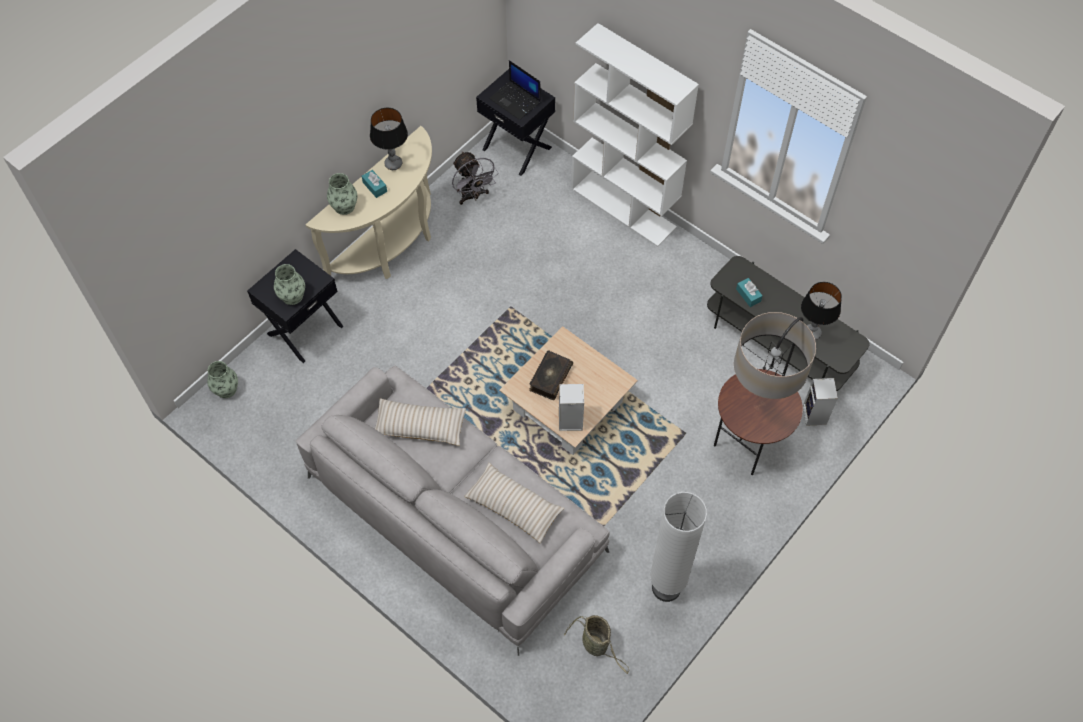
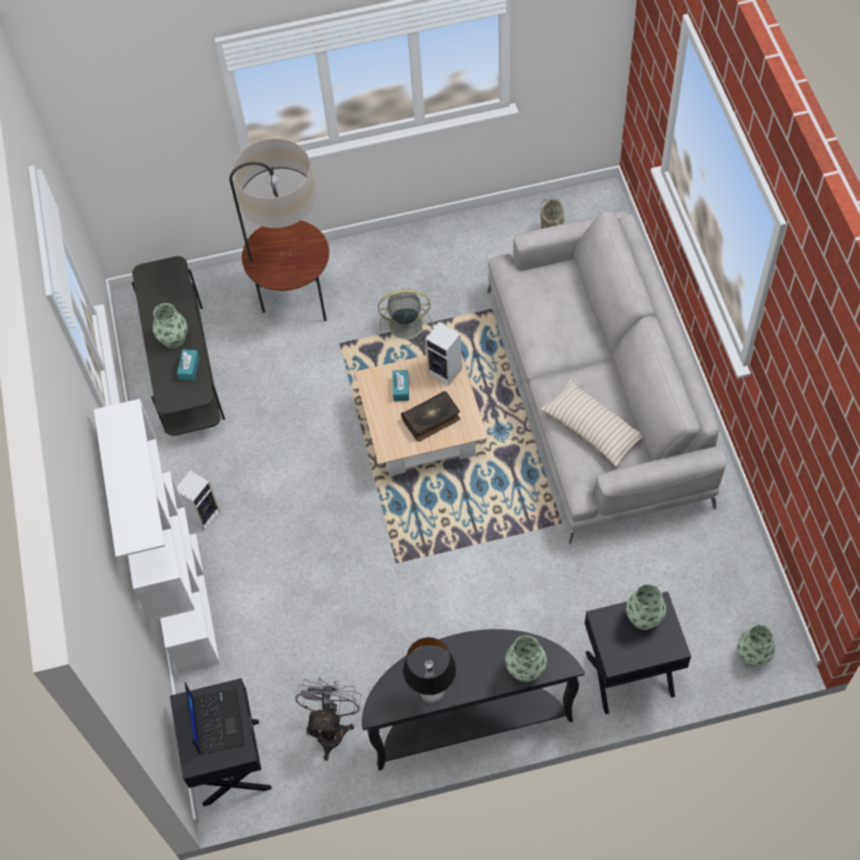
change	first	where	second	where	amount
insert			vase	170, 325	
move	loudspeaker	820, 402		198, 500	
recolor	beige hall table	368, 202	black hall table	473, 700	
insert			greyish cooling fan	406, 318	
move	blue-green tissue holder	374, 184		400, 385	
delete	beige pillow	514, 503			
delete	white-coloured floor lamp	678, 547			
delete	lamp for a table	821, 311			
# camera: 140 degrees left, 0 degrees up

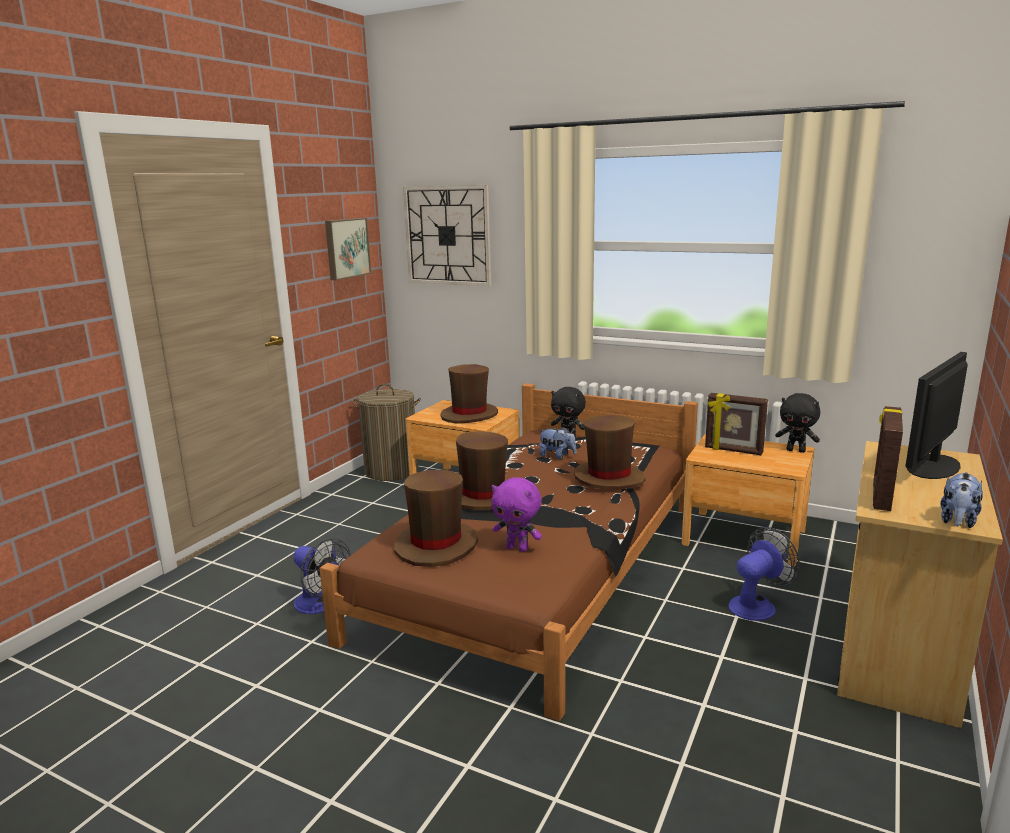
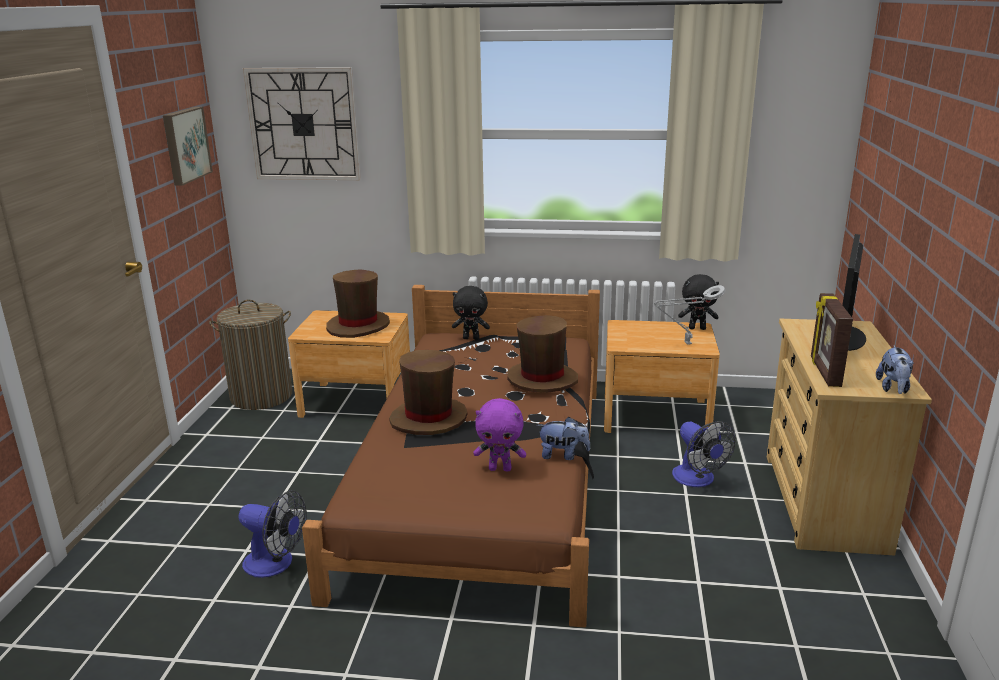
change	first	where	second	where	amount
move	soft toy	557, 442		563, 438	
insert			greyish lamp for a table	689, 315	
rotate	cooling fan	764, 574		704, 454	120 degrees clockwise
delete	brown wearable hat	436, 518			
delete	picture frame	736, 424			
# camera: 20 degrees left, 5 degrees up

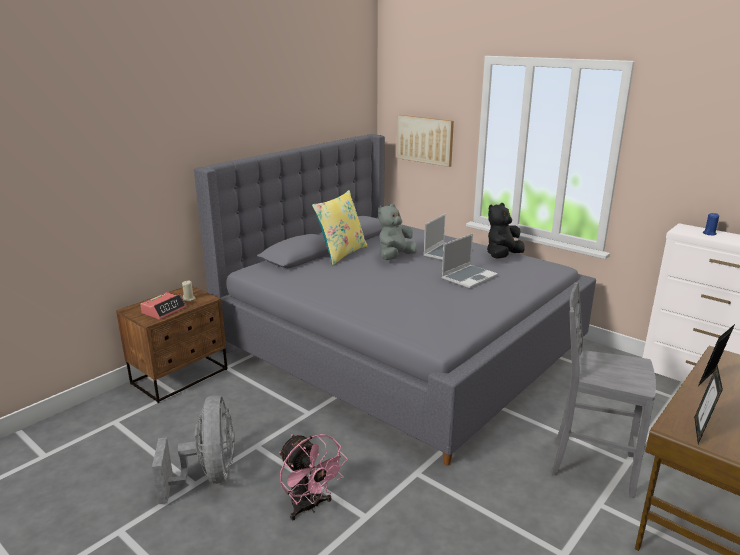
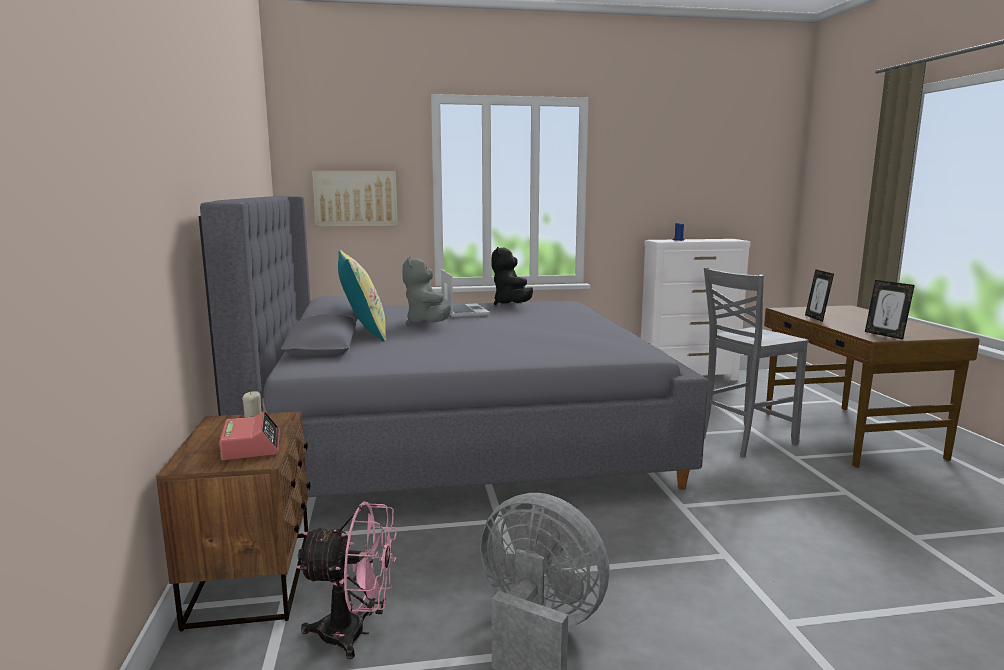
change	first	where	second	where	amount
move	pinkish cooling fan	313, 477		346, 580	
delete	laptop	470, 261			
# camera: 50 degrees left, 10 degrees down

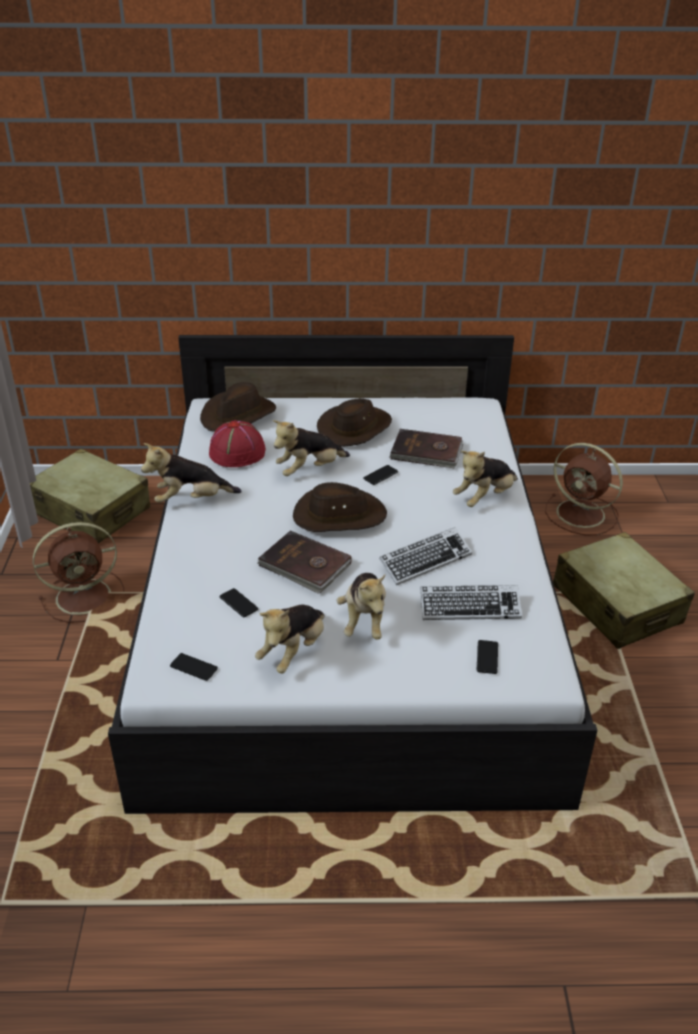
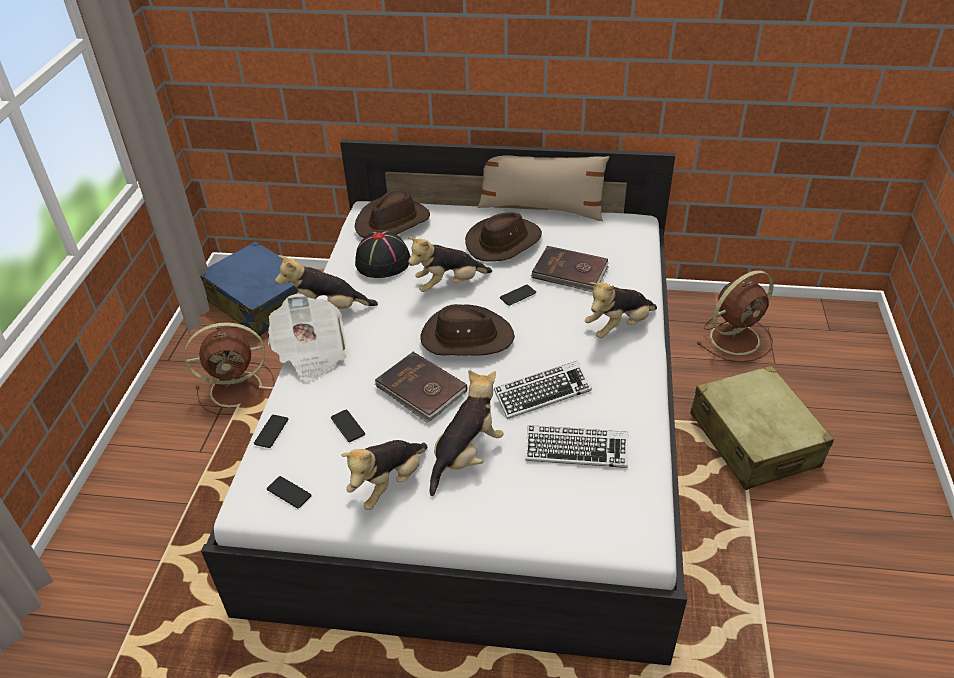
change	first	where	second	where	amount
recolor	beige travel case	90, 496	bluish travel case	249, 288	
move	phone	487, 657		271, 431	
insert			daily paper	307, 337	
recolor	reddish wearable hat	237, 443	black wearable hat	382, 254	
rotate	soft toy	361, 606		467, 433	150 degrees counterclockwise
insert			beige pillow	543, 188	
rotate	brown cooling fan	584, 489		735, 316	75 degrees counterclockwise
# camera: 10 degrees right, 5 degrees up

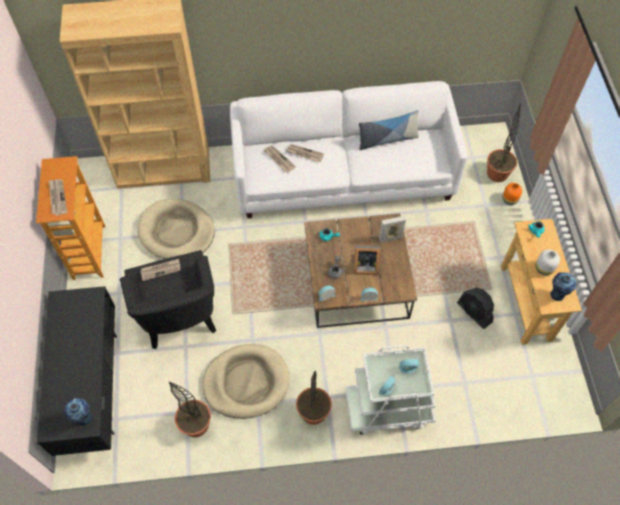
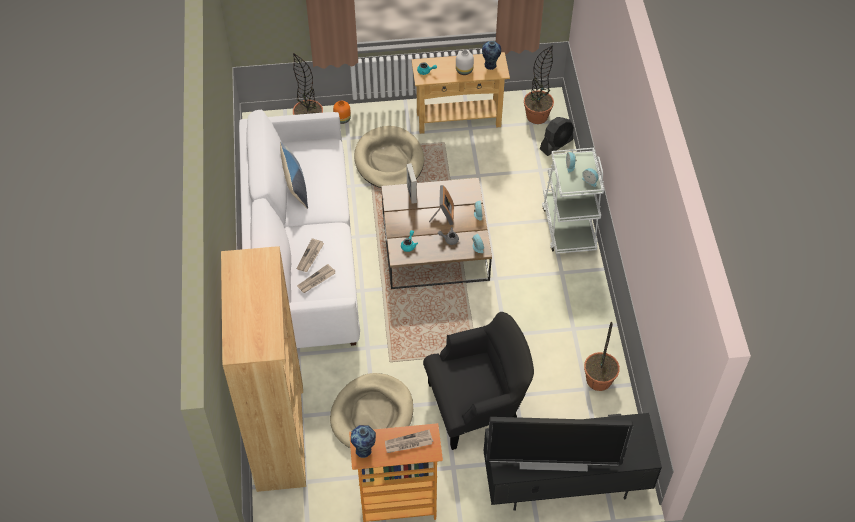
change	first	where	second	where	amount
move	vase	78, 412		363, 441	
move	beige pet bed	246, 381		389, 157	
insert			TV	559, 444	
move	houseplant	314, 398		539, 84	
move	black cooling fan	475, 308		557, 136	
delete	daily paper	160, 270			
# camera: 90 degrees left, 5 degrees down

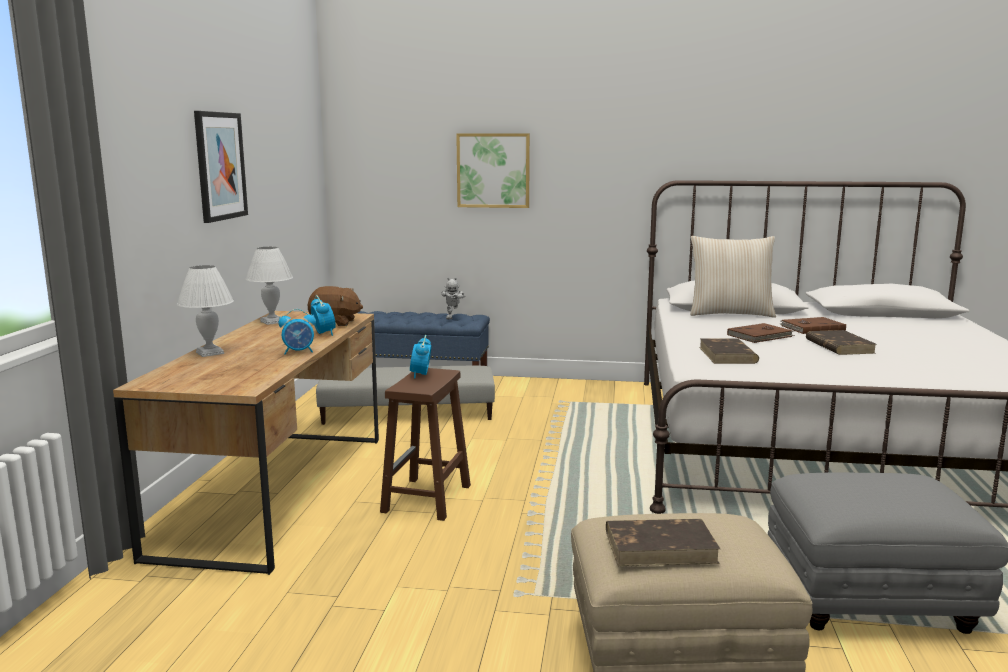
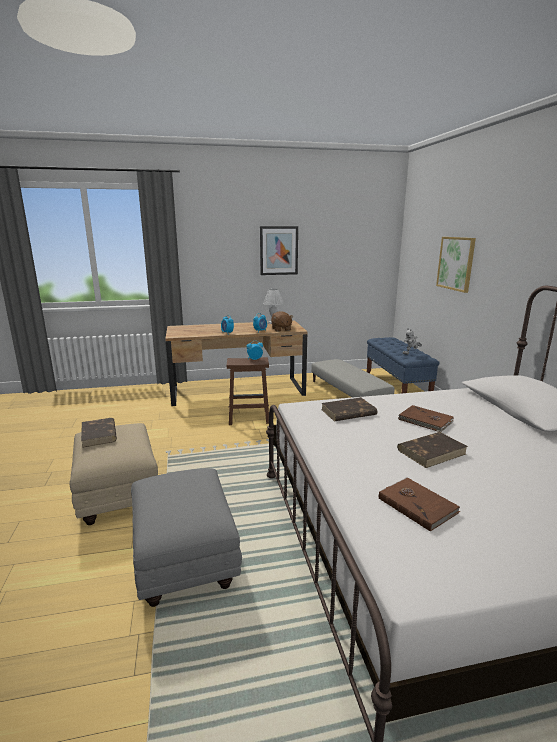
change	first	where	second	where	amount
move	brown bound book	812, 325		419, 504	
delete	white-coloured lamp for a table	205, 311			
delete	beige pillow	733, 277			
# camera: 70 degrees right, 5 degrees up

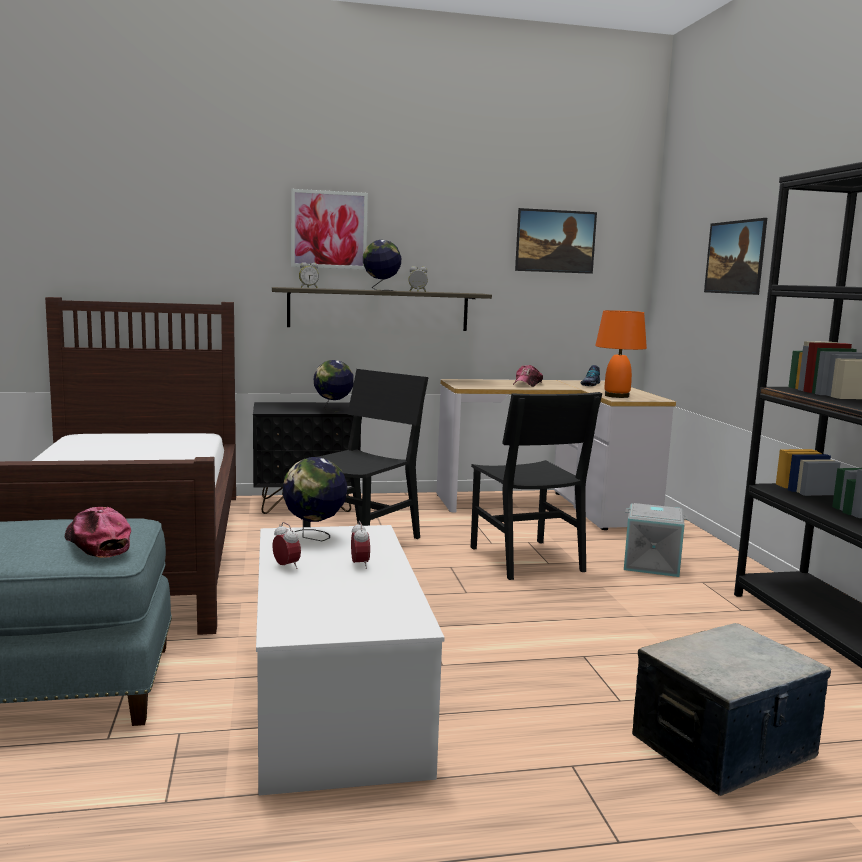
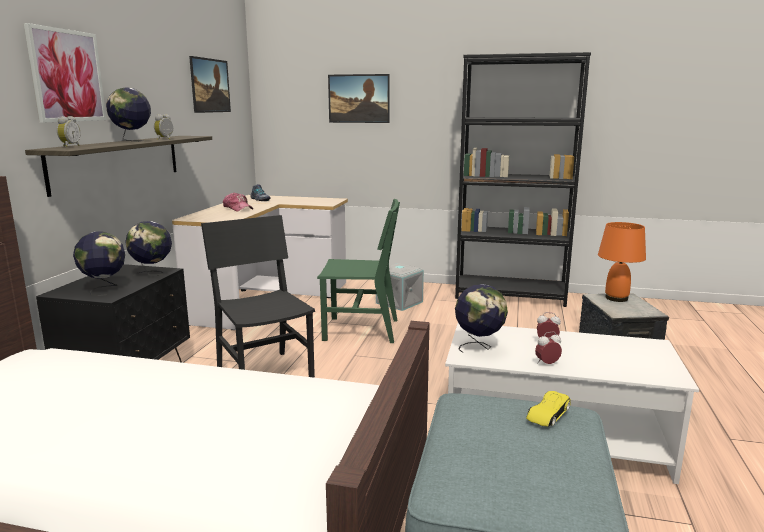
change	first	where	second	where	amount
insert			desk globe	99, 263	
recolor	black plain chair	536, 486	green plain chair	358, 271	
replace	baseball cap	98, 532	yellowish miniature car	548, 409	
move	orangey lamp for a table	621, 354		622, 262	
# camera: 65 degrees left, 5 degrees up

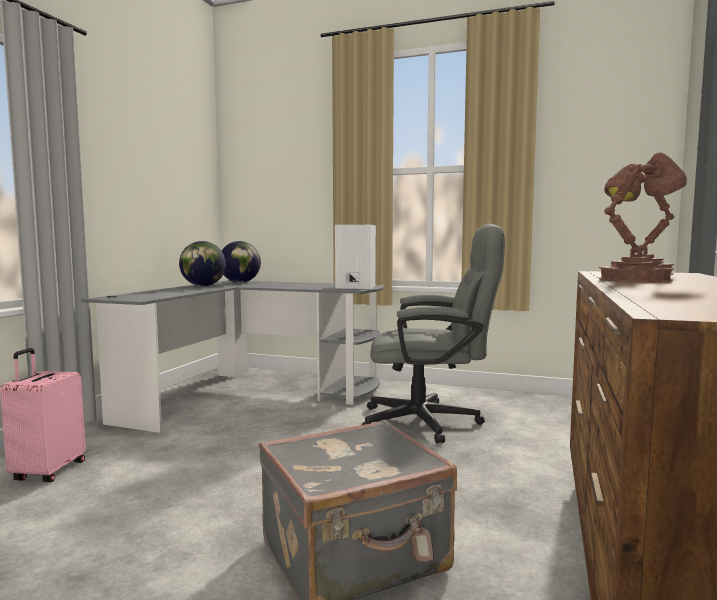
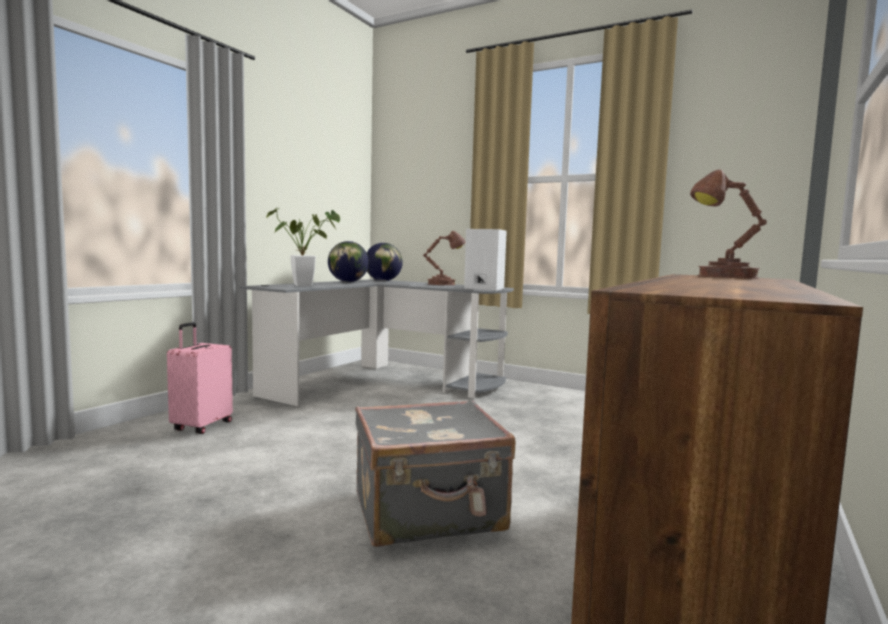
change	first	where	second	where	amount
insert			houseplant	303, 247	
move	brown lamp for a table	643, 217		444, 258	
delete	greyish office chair	433, 334			
# camera: 10 degrees right, 0 degrees up

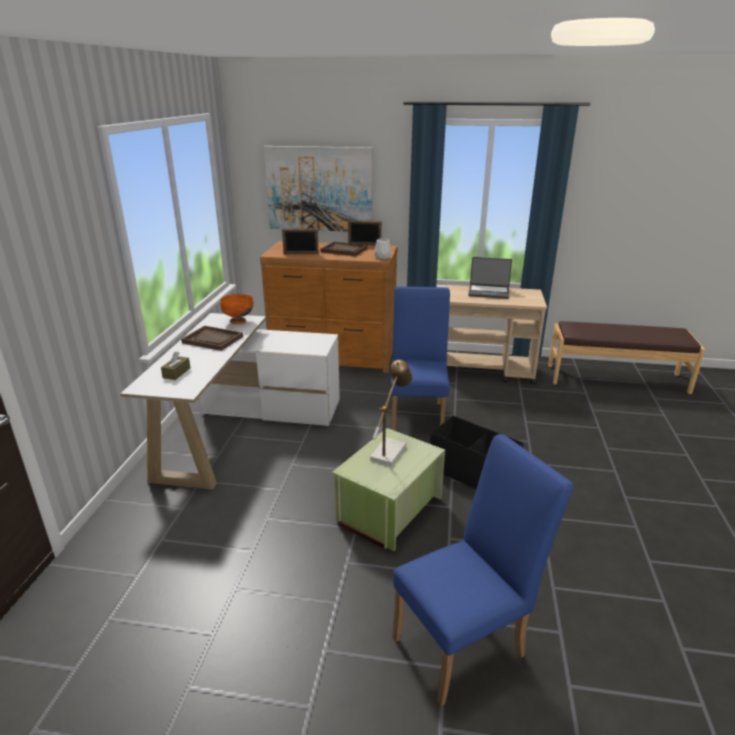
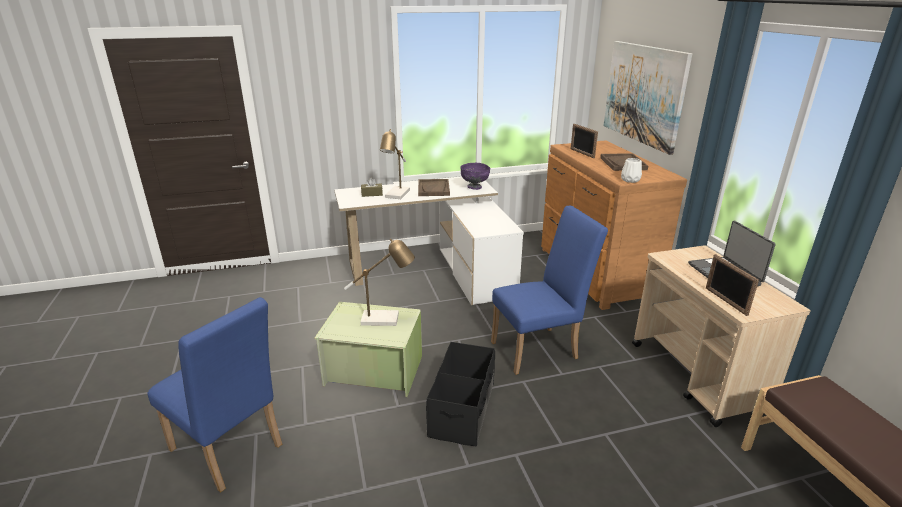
change	first	where	second	where	amount
insert			lamp for a table	395, 164	
recolor	orangey deep dish	237, 309	purple deep dish	475, 176	
move	picture frame	365, 232		732, 285	
# camera: 65 degrees right, 0 degrees up

